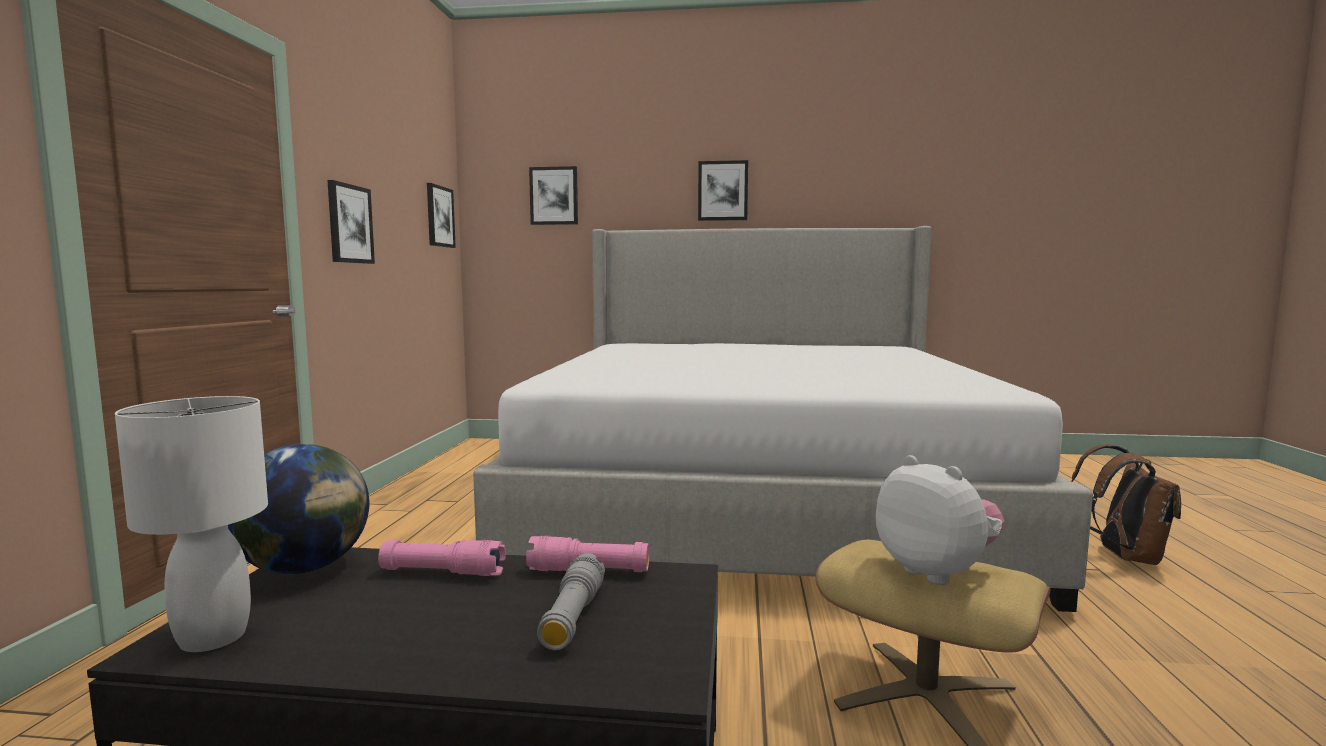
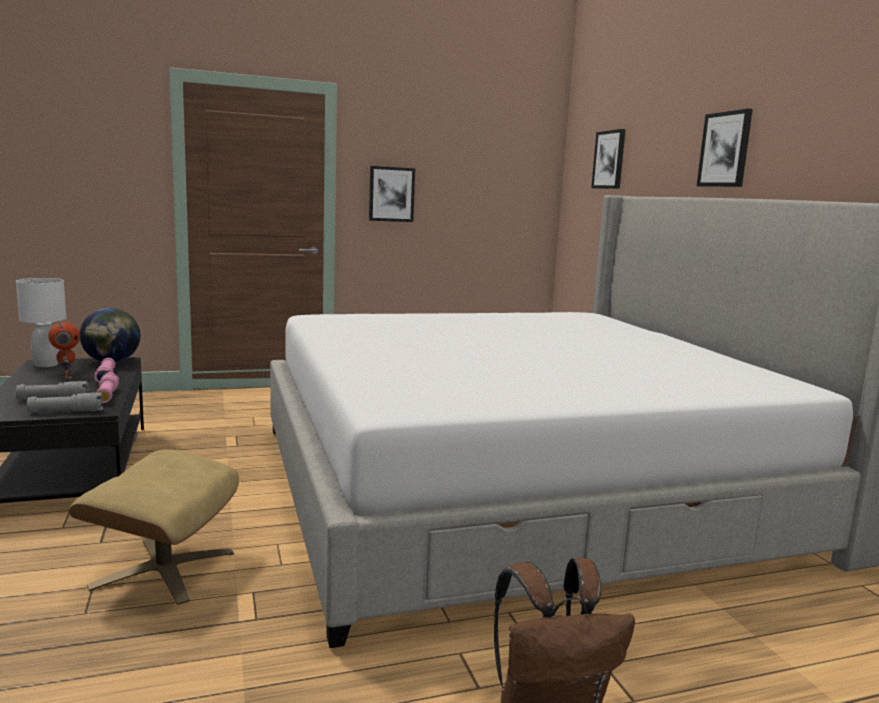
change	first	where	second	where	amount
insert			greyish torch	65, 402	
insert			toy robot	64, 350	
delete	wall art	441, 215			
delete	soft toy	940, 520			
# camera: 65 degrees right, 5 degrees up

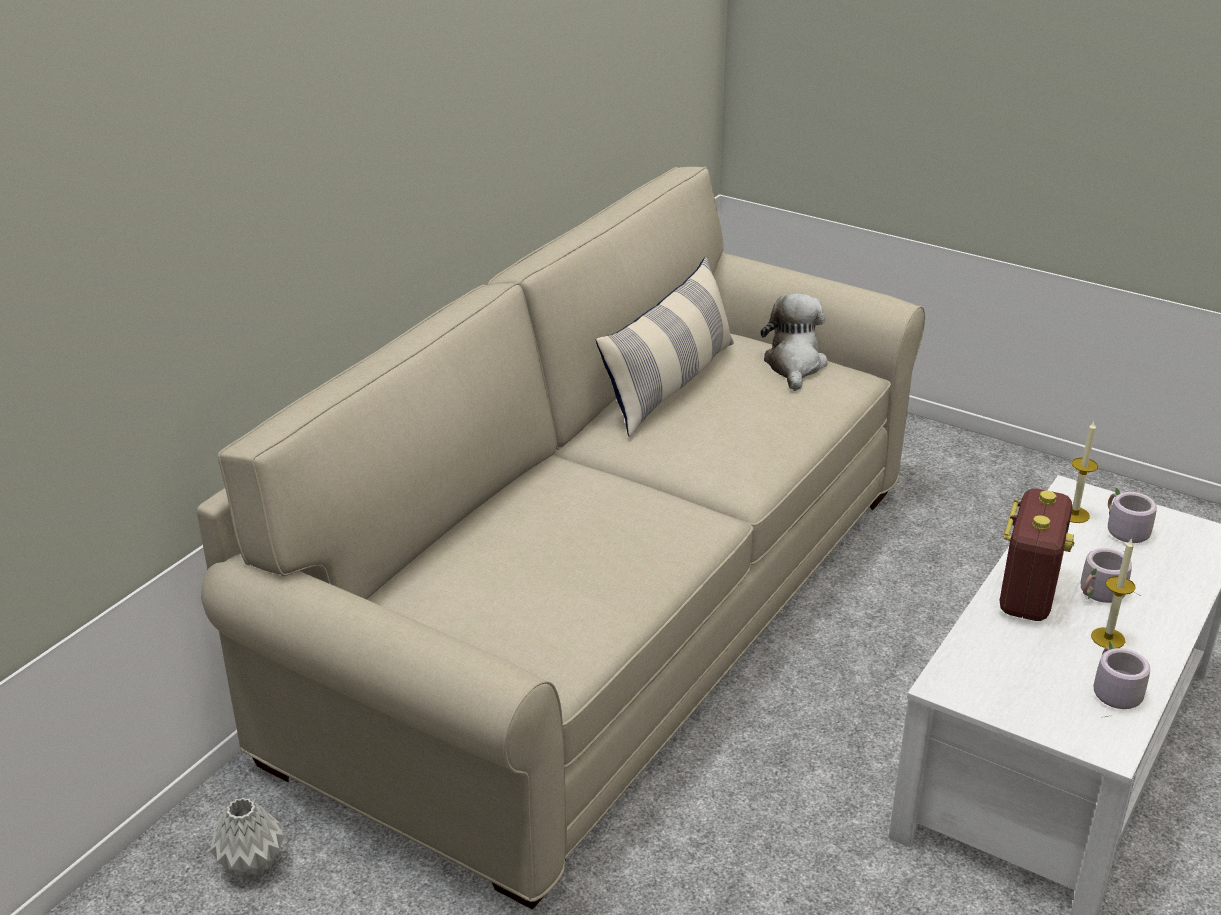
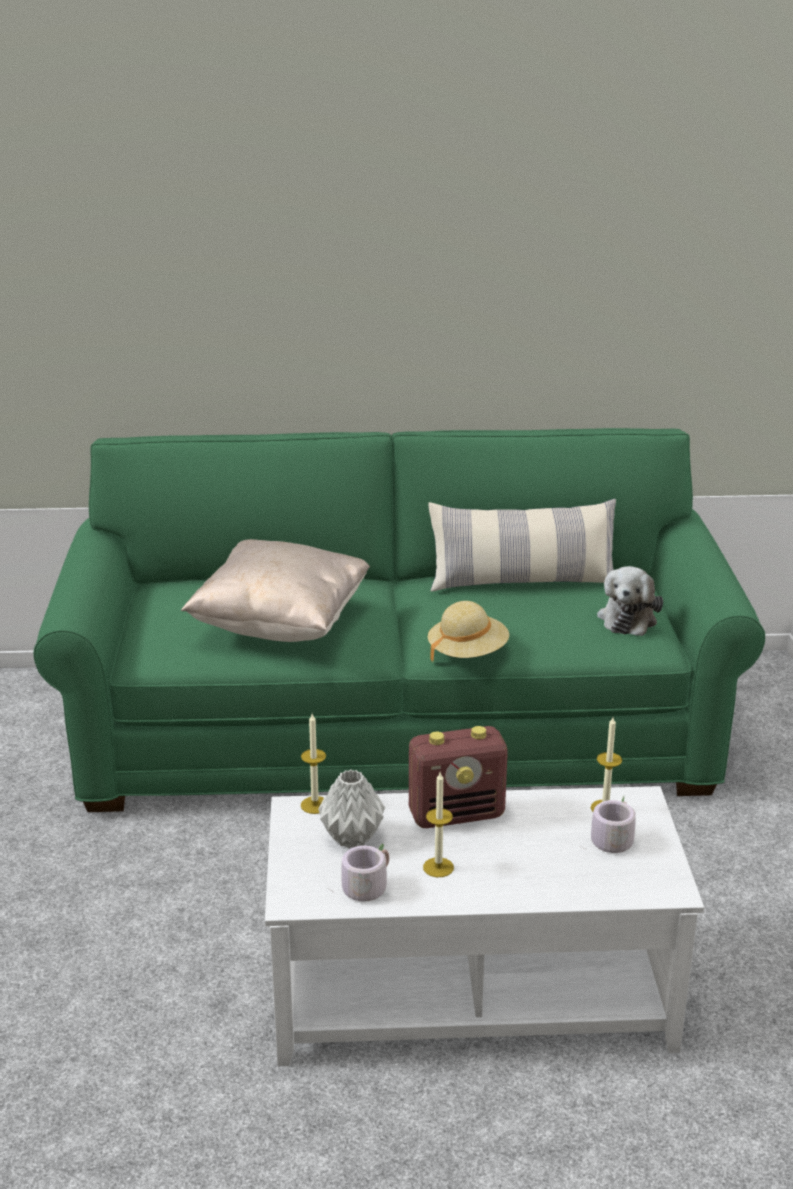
change	first	where	second	where	amount
recolor	beige settee	561, 537	green settee	399, 620	
insert			beige pillow	275, 590	
insert			wax candle	313, 764	
move	greyish vase	247, 838		351, 809	
insert			beige wearable hat	468, 632	
rotate	soft toy	794, 342		630, 601	135 degrees clockwise
delete	greyish tea mug	1111, 575			
# camera: 55 degrees right, 5 degrees down

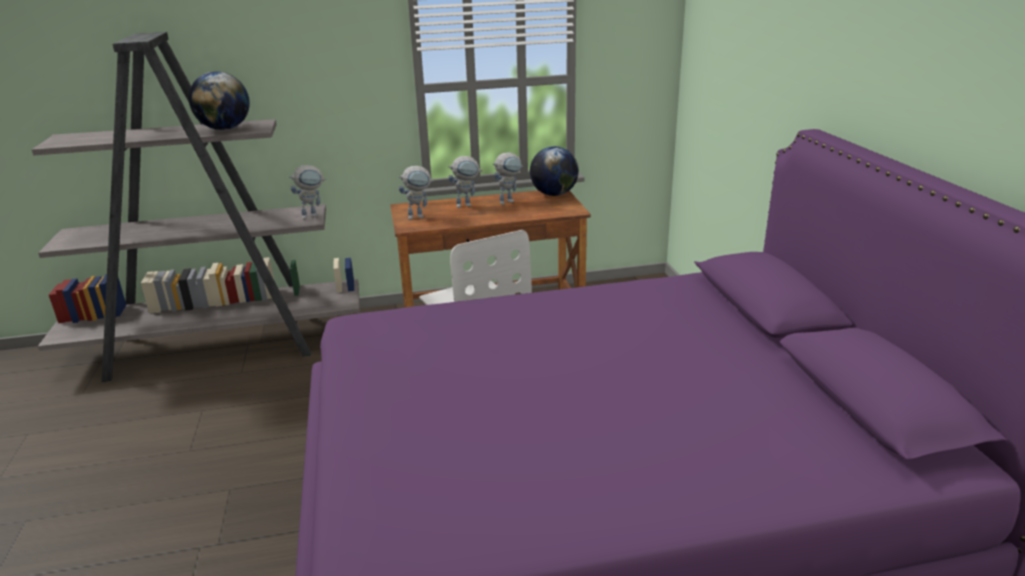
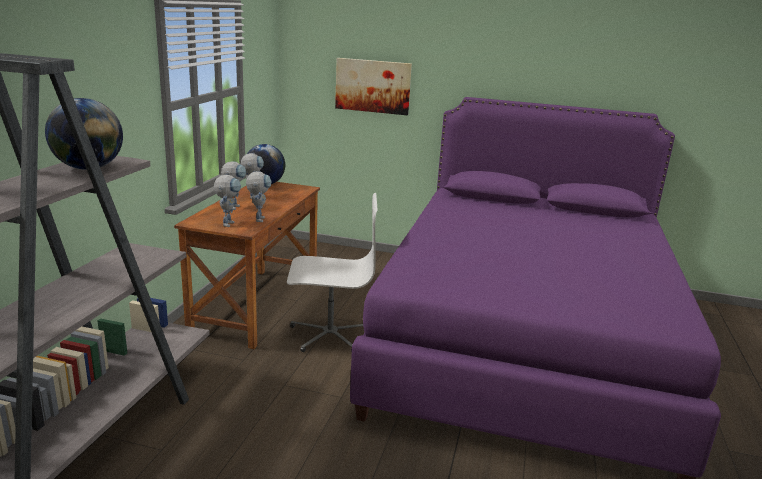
change	first	where	second	where	amount
move	toy robot	307, 192		259, 196	
insert			wall art	373, 86	
# camera: 65 degrees left, 5 degrees down

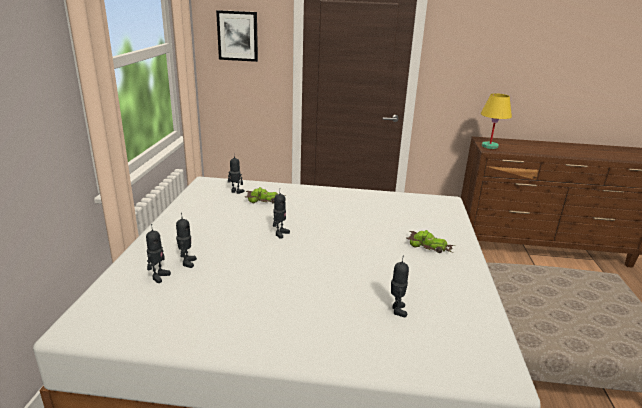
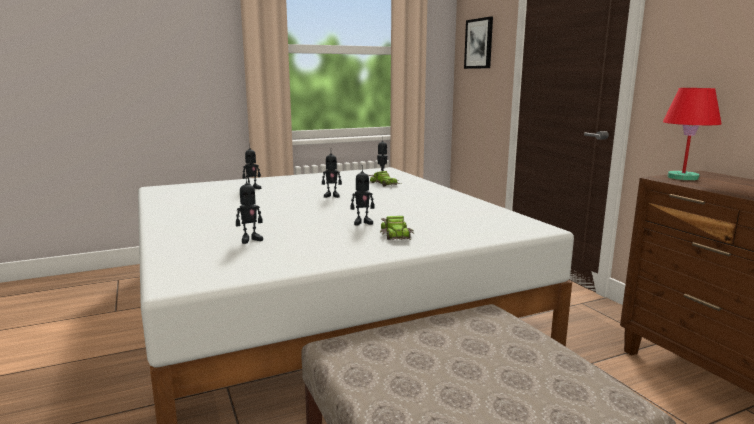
change	first	where	second	where	amount
move	toy robot	158, 253		362, 195	
recolor	yellowish lamp for a table	496, 121	reddish lamp for a table	692, 134	
# camera: 60 degrees right, 10 degrees down

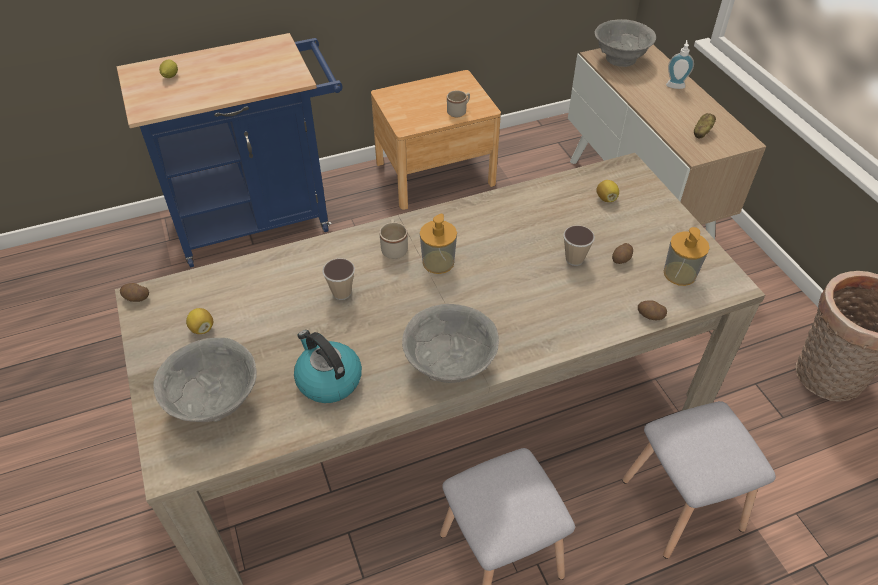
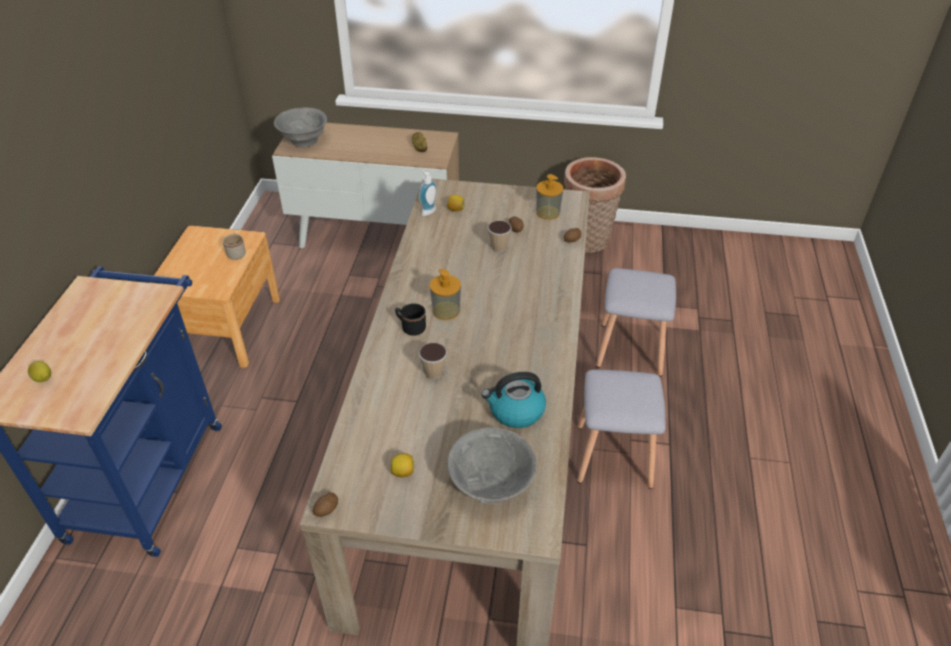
change	first	where	second	where	amount
recolor	beige tea mug	393, 239	black tea mug	410, 319	
move	liquid soap bottle	680, 64		428, 193	
delete	greyish deep dish	450, 343			
# camera: 60 degrees left, 5 degrees down

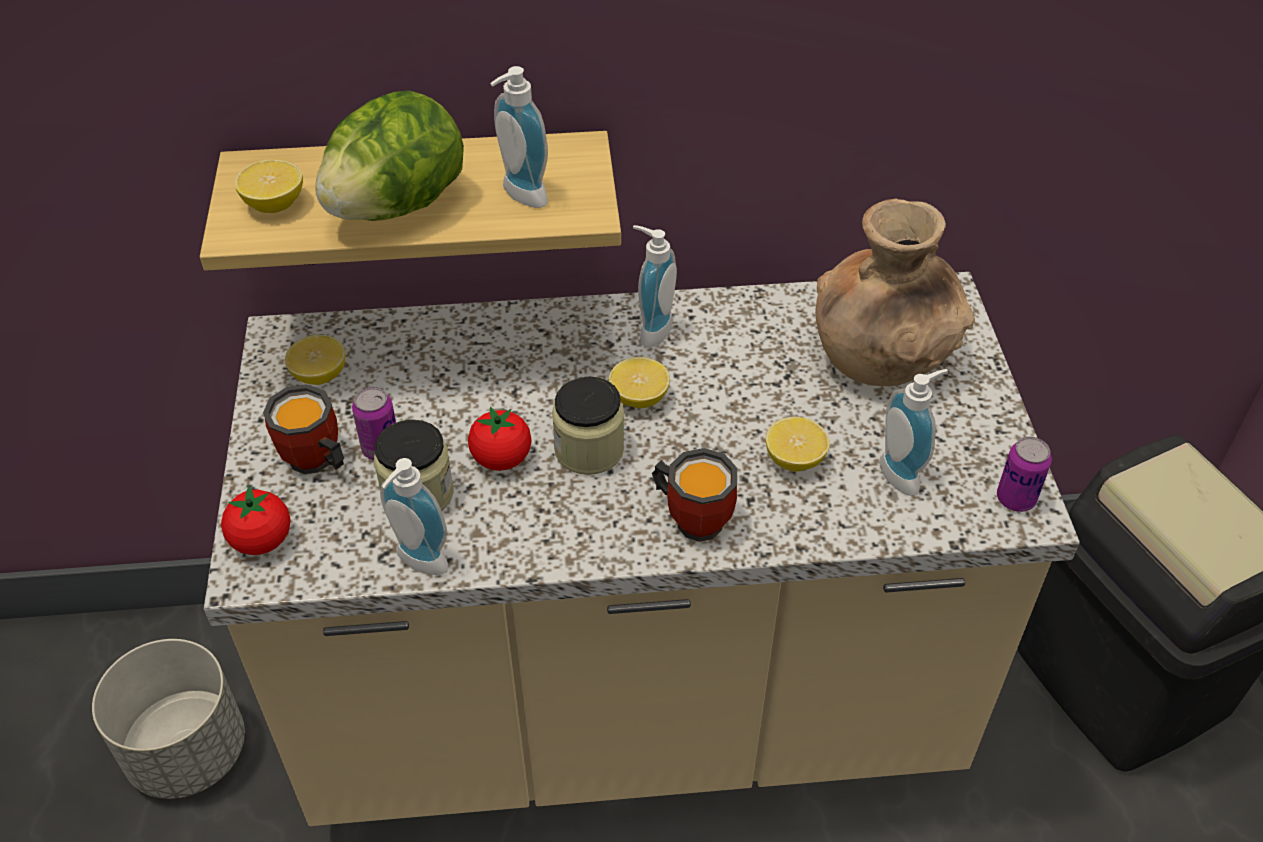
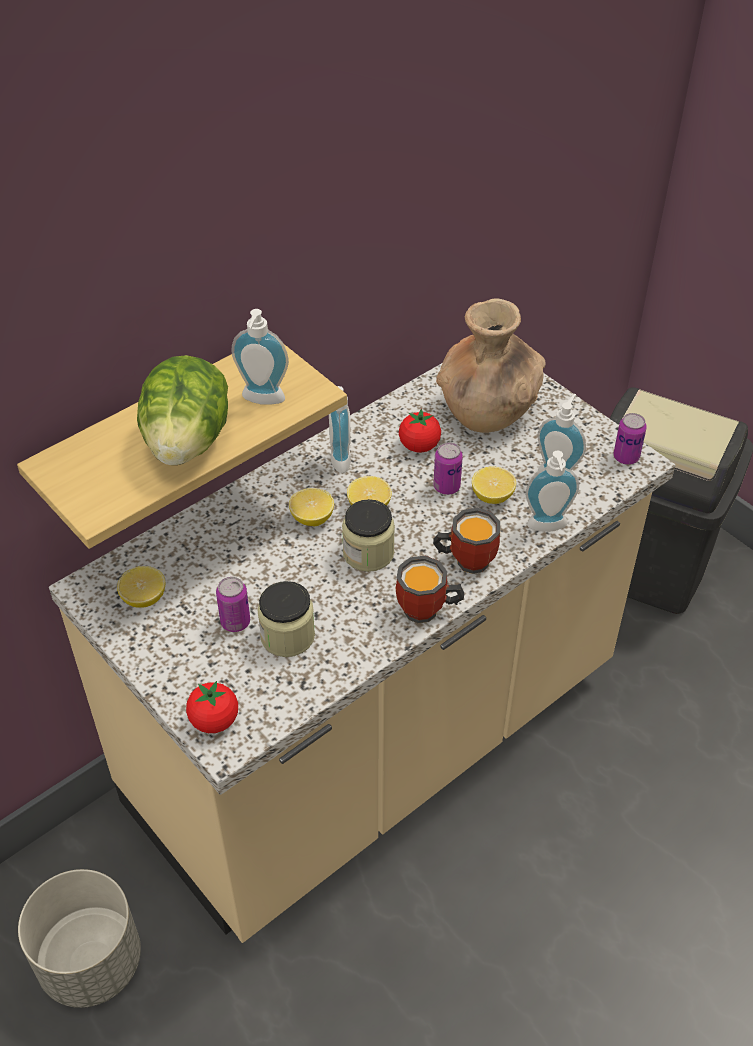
change	first	where	second	where	amount
move	lemon	269, 186		311, 507	
move	tea mug	303, 429		430, 589	
move	fresh tomato	500, 439		420, 431	
insert			metal can	448, 468	
move	liquid soap bottle	414, 516		552, 491	
# camera: 35 degrees left, 0 degrees up

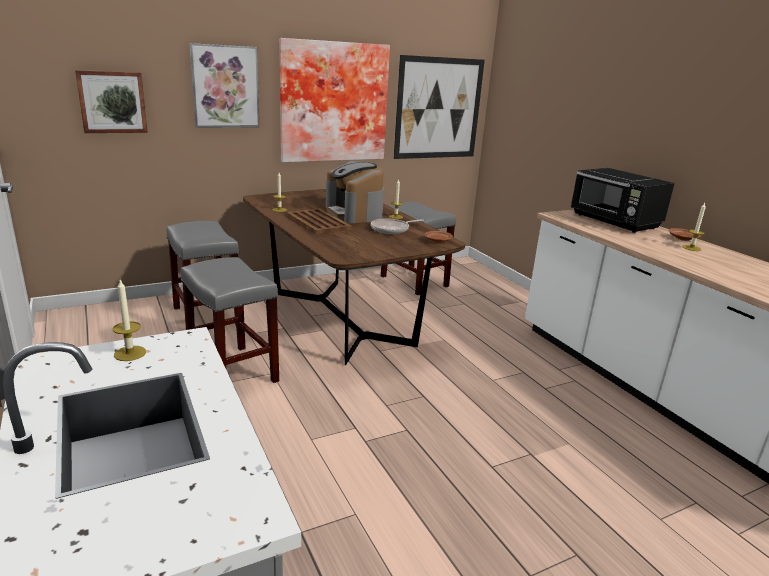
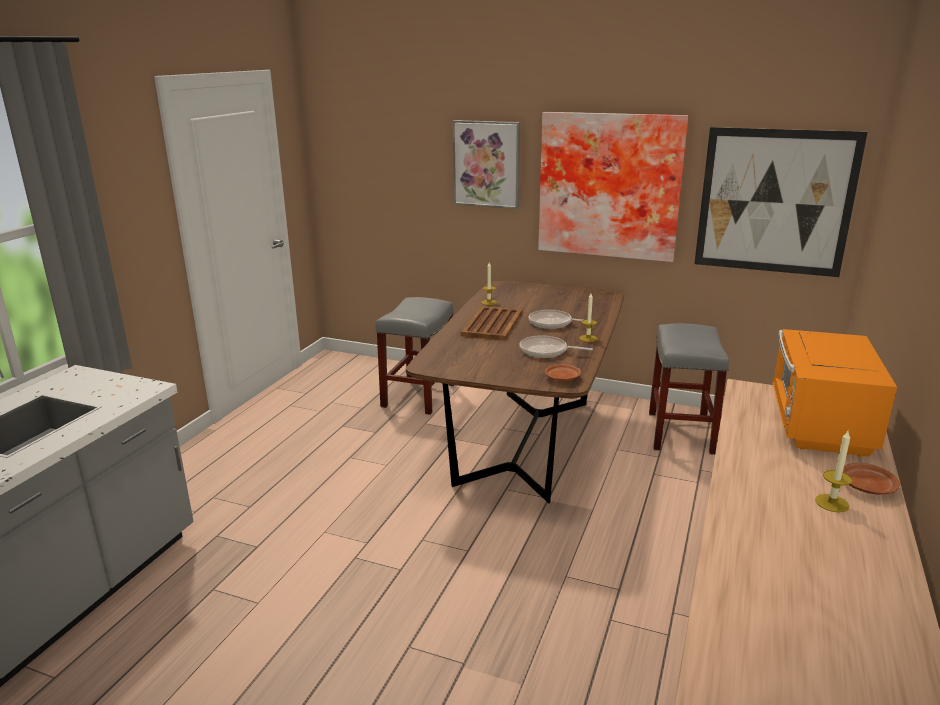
change	first	where	second	where	amount
replace	coffee maker	355, 192	frying pan	555, 319	
recolor	black microwave oven	623, 200	orangey microwave oven	835, 393	
delete	wall art	111, 101			
delete	wax candle	129, 320			
delete	greyish sitting stool	230, 320			
# camera: 50 degrees right, 0 degrees up

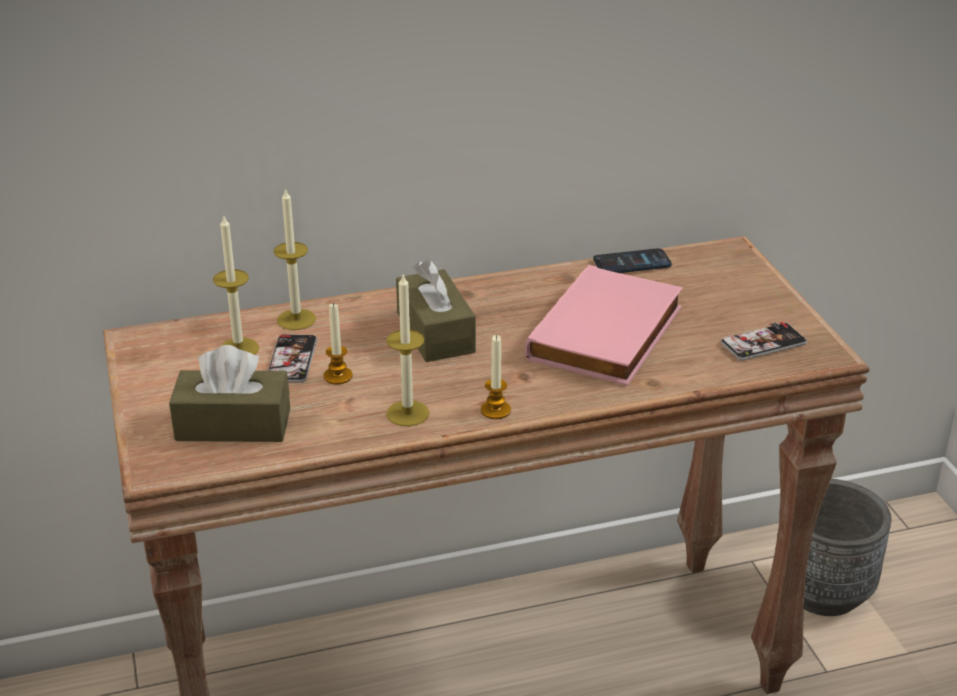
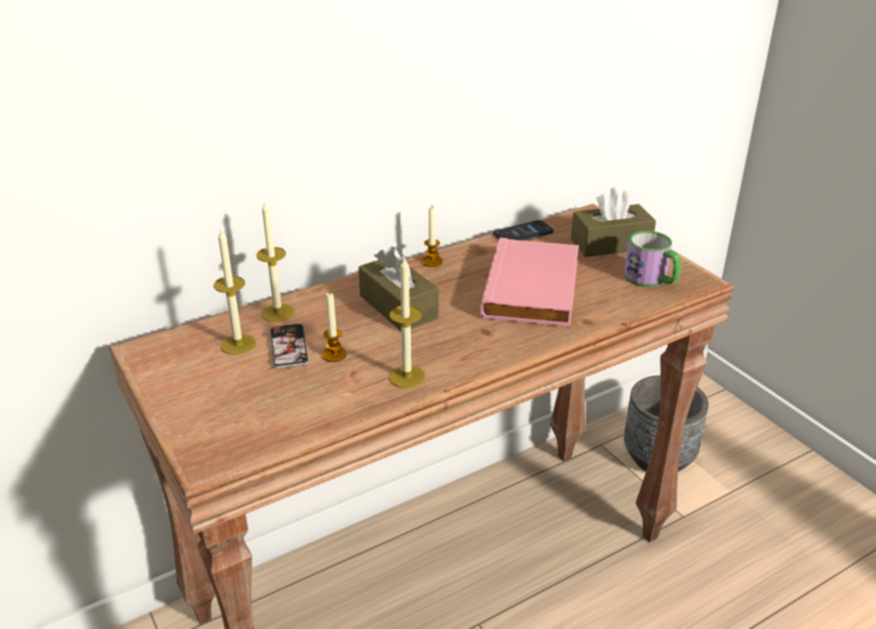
change	first	where	second	where	amount
move	wax candle	496, 377		432, 236	
move	brown tissue holder	229, 393		613, 221	
replace	phone	764, 341	tea mug	652, 259	
# camera: 15 degrees left, 0 degrees up

